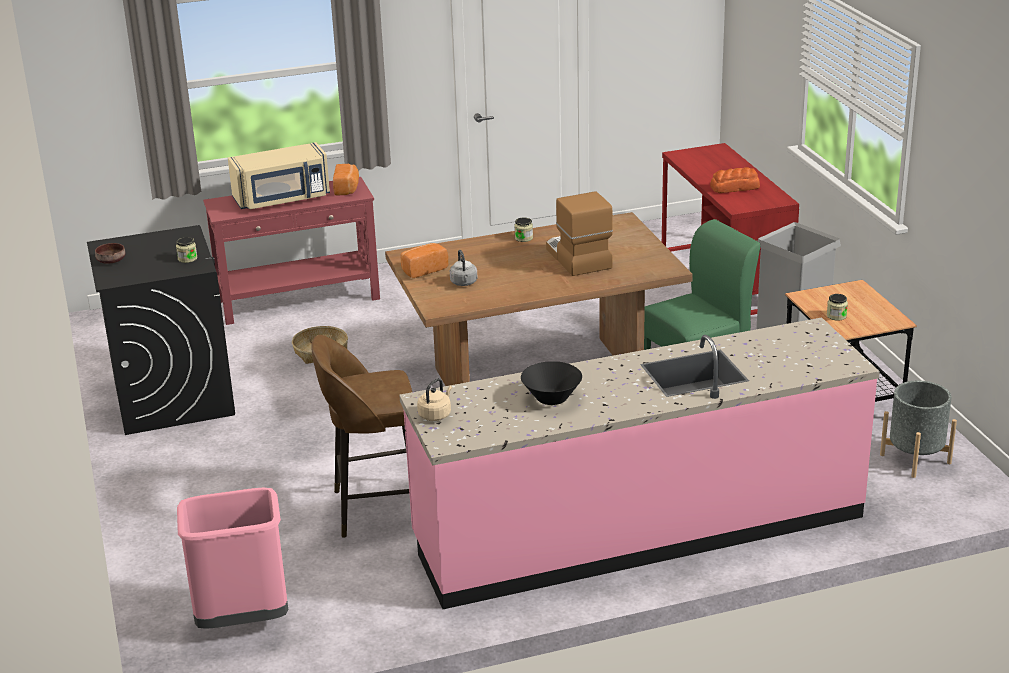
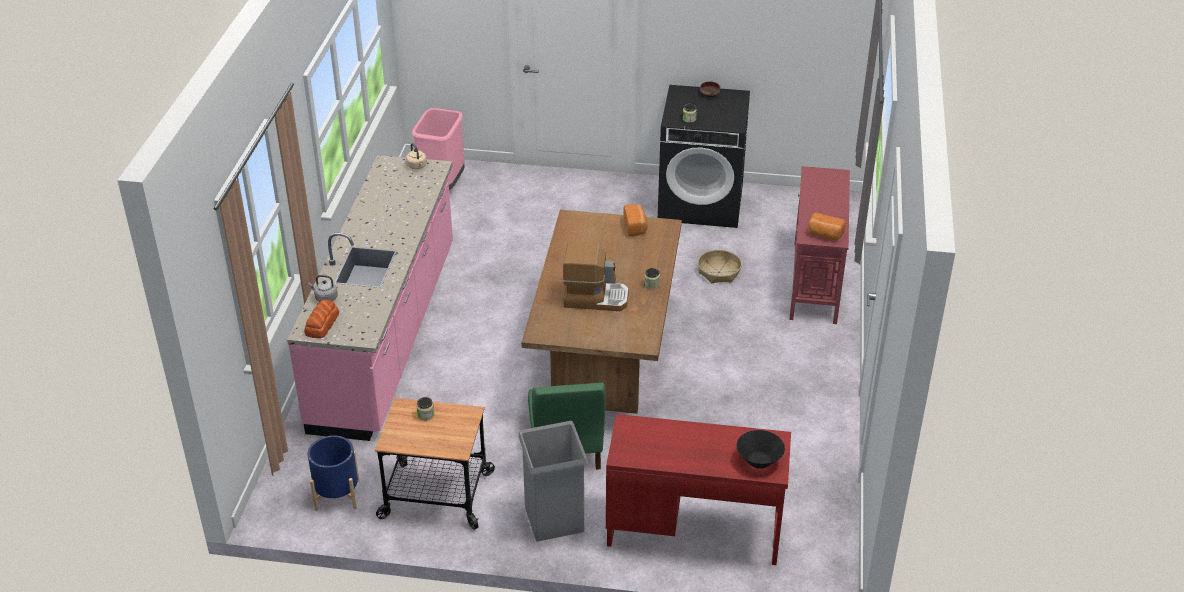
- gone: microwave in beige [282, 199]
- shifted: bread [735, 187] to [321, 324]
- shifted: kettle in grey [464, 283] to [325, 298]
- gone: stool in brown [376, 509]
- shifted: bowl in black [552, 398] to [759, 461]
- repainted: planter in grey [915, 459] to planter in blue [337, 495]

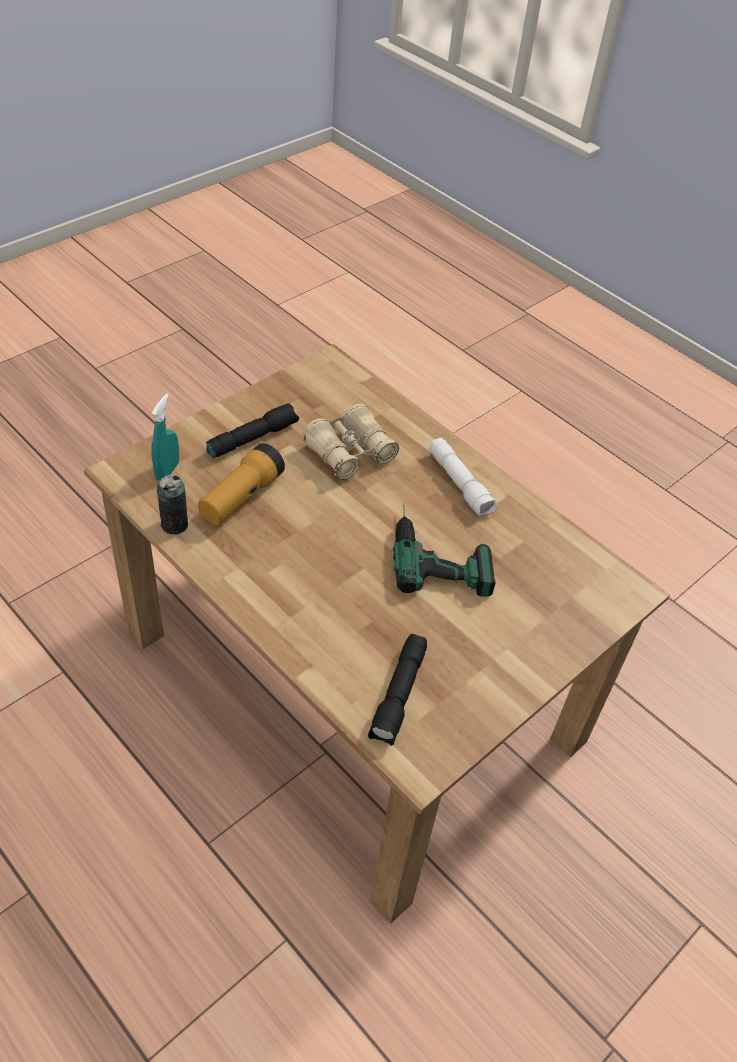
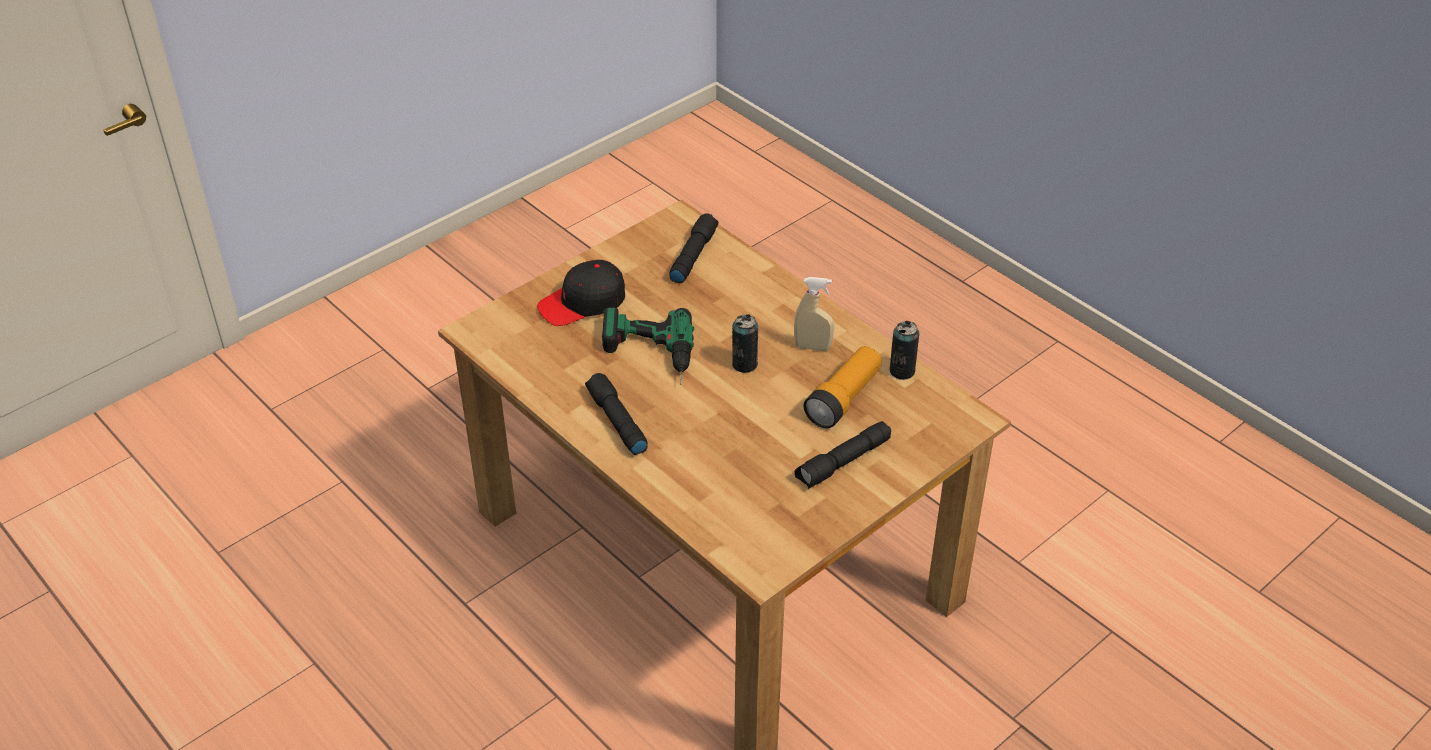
- gone: spray bottle in turquoise [167, 471]
- gone: binoculars in beige [349, 453]
- repainted: flashlight in white [461, 484] to flashlight in black [616, 421]
- new: cap in black [583, 303]
- new: spray bottle in beige [812, 347]
- new: can [744, 364]

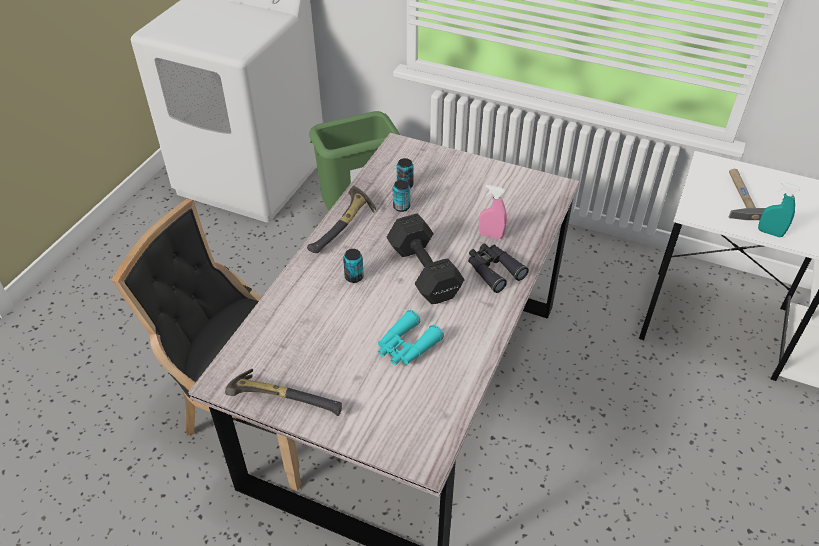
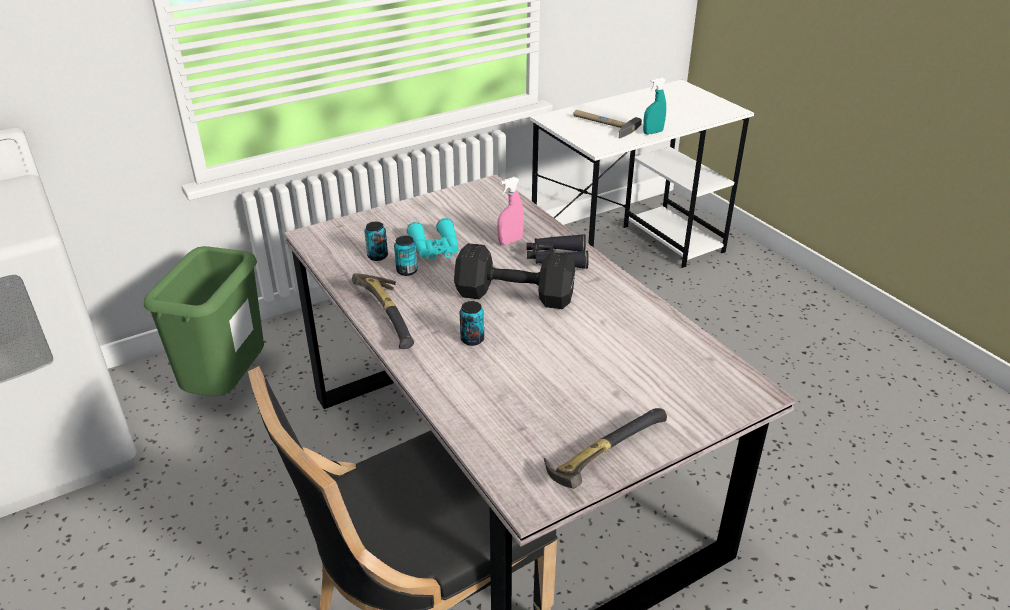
- shifted: binoculars in turquoise [406, 346] to [435, 249]

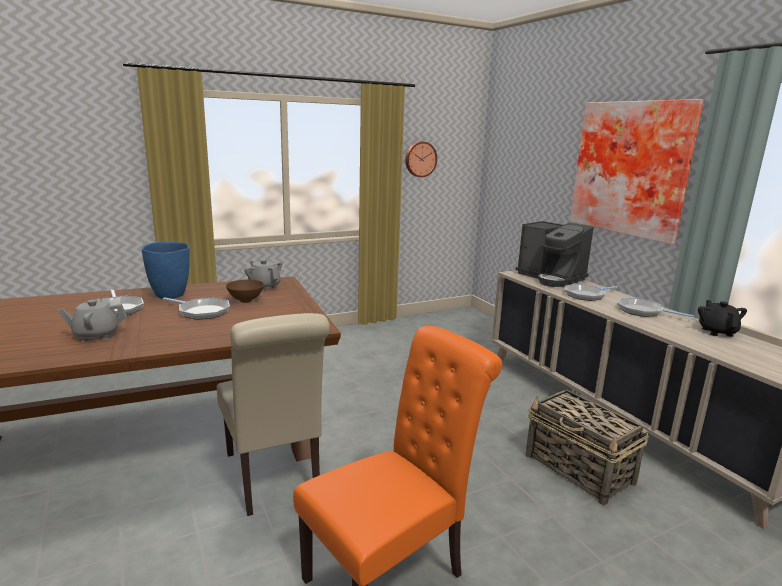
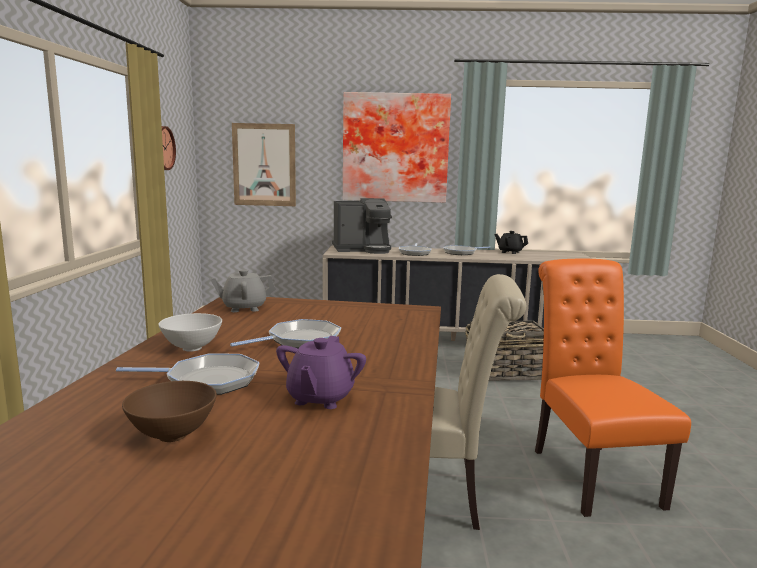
- swapped: vase in blue [170, 295] to bowl in white [192, 348]
- shifted: bowl in brown [245, 300] to [171, 436]
- repainted: teapot in grey [96, 335] to teapot in purple [320, 398]
- new: picture [264, 165]

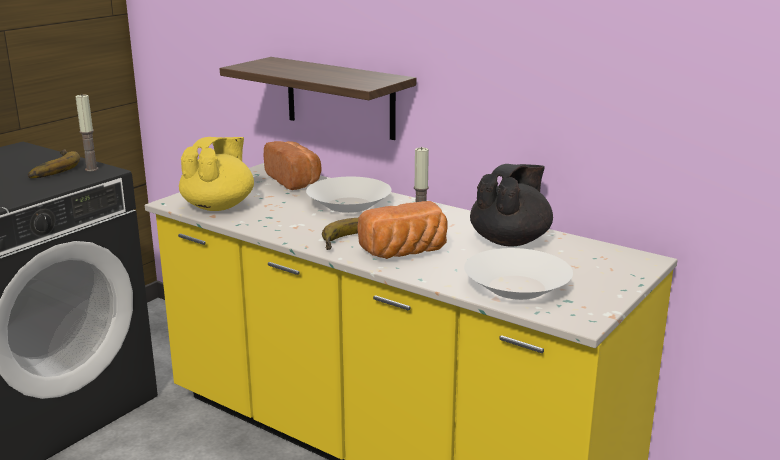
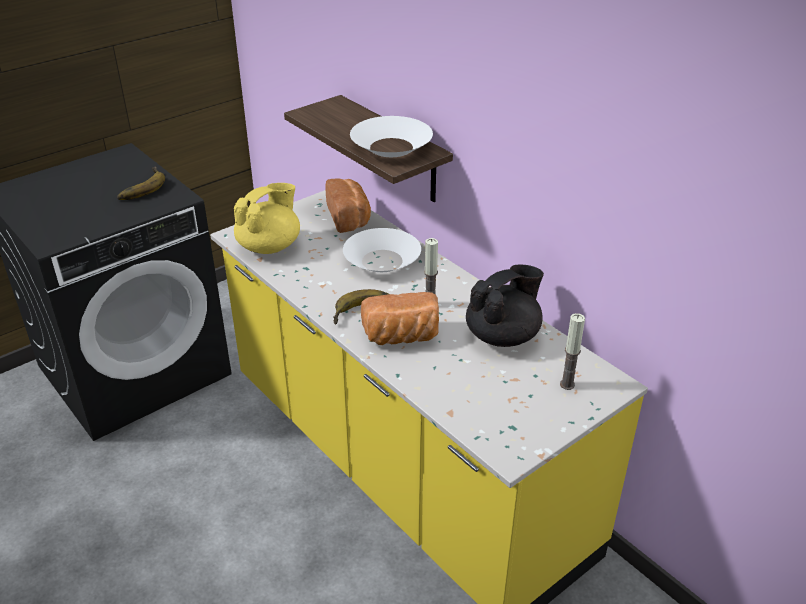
- shifted: candle [91, 169] to [567, 384]
- shifted: bowl in white [517, 287] to [391, 147]

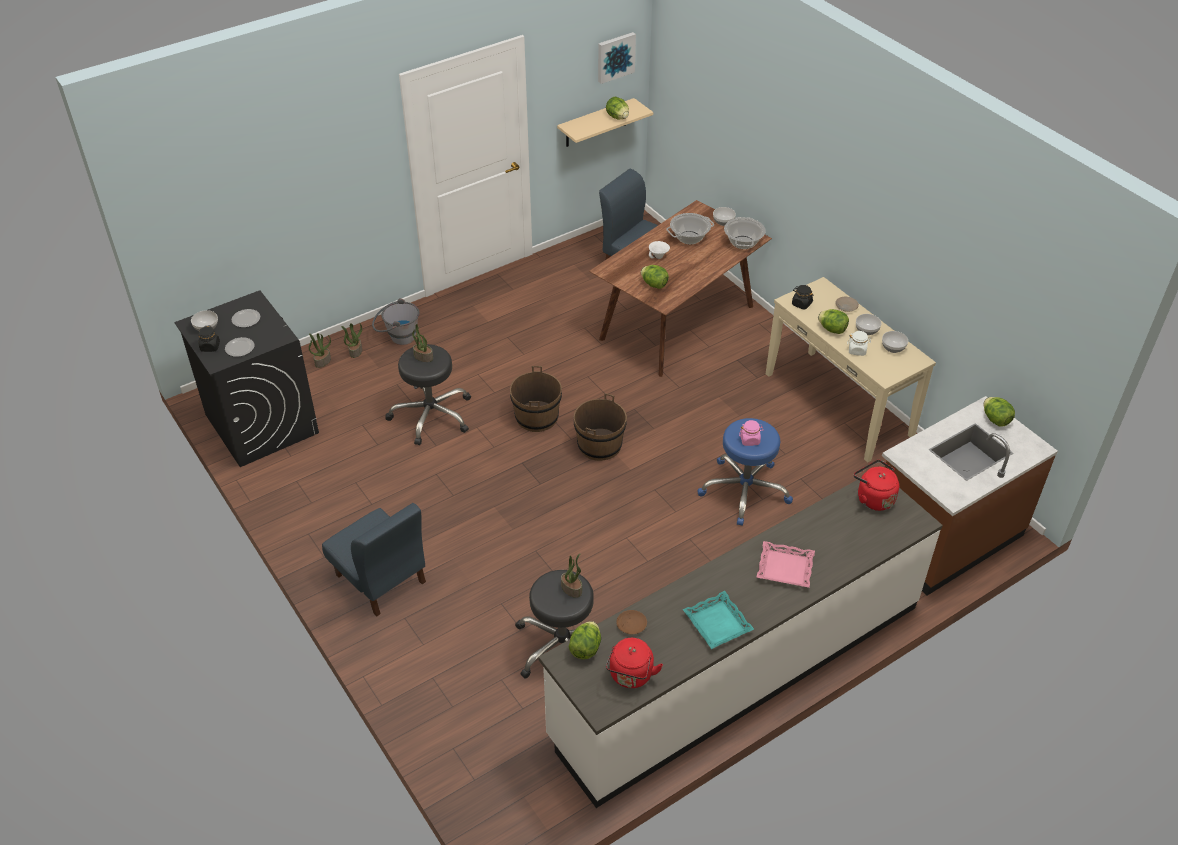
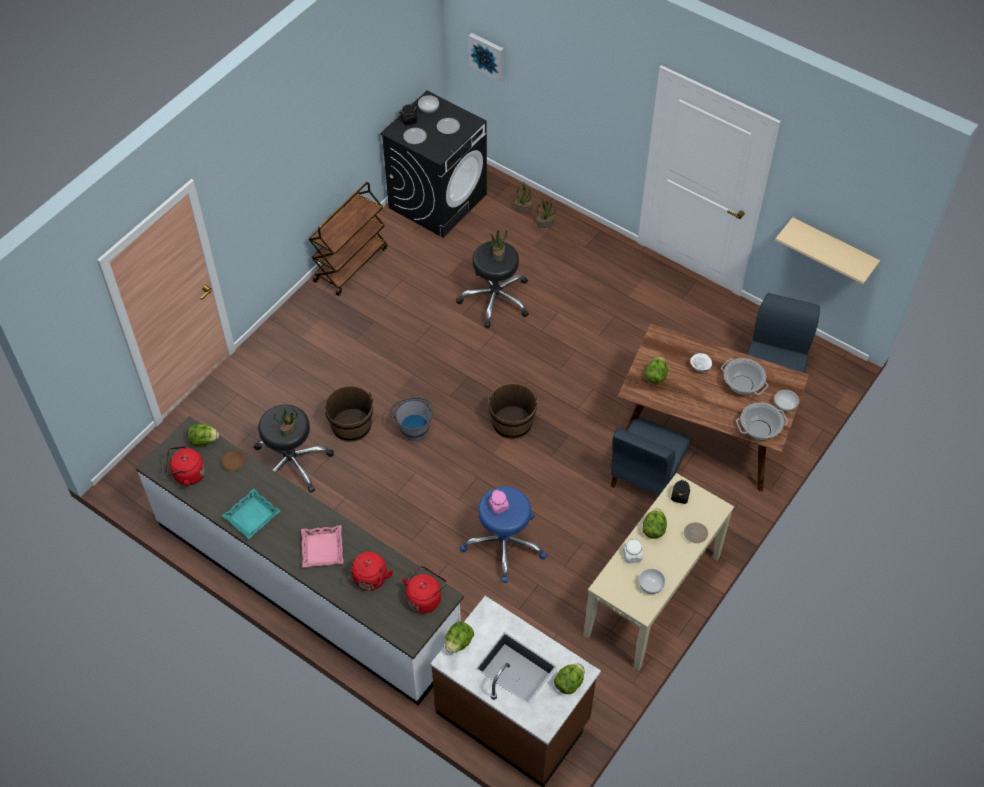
- shifted: picture [615, 57] to [487, 55]
- shifted: lettuce [617, 117] to [459, 642]
- shifted: bucket in grey [397, 337] to [412, 427]
- gone: bowl [866, 330]
- shifted: bucket in brown [536, 417] to [351, 425]
- shifted: chair in blue [381, 579] to [645, 474]
- new: cart in brown [350, 264]
- new: kettle in red [370, 580]

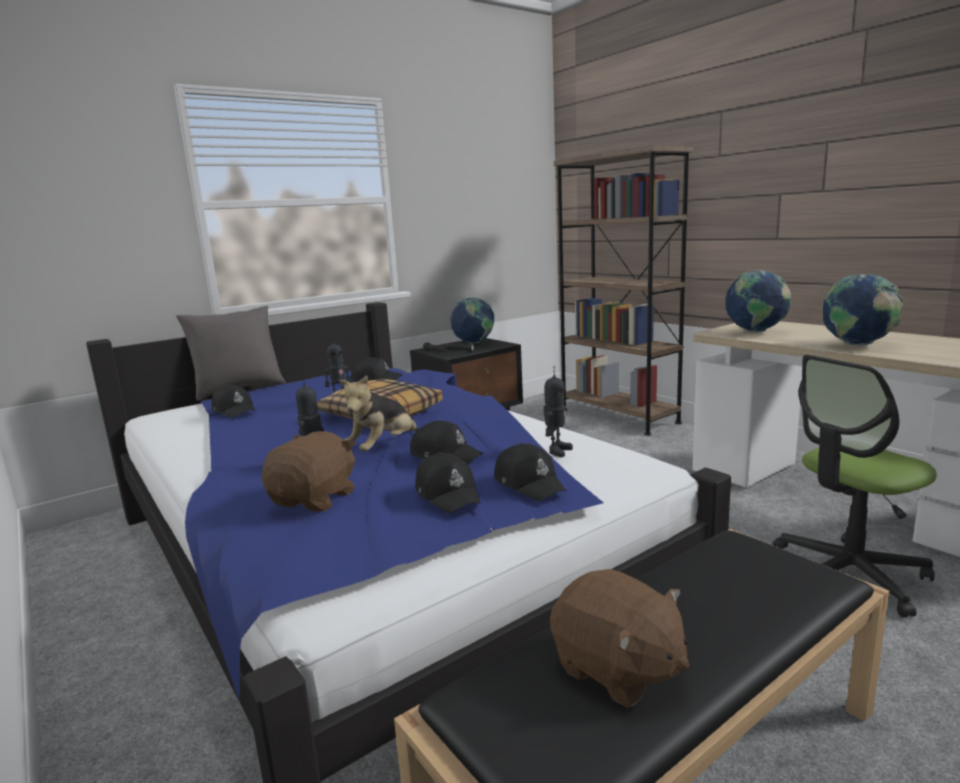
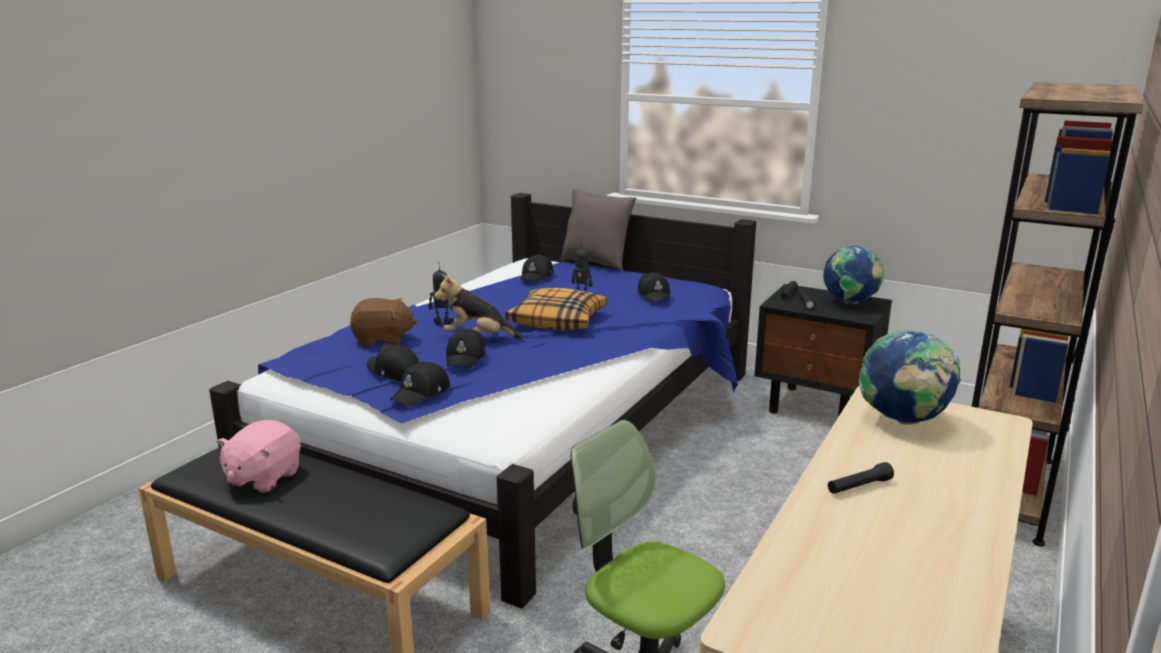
- swapped: globe [857, 345] to flashlight in black [859, 486]
- gone: toy robot [557, 451]
- rotated: cap in black [448, 494] = [394, 372] 90 degrees clockwise
- repainted: plush toy in brown [617, 669] to plush toy in pink [263, 477]

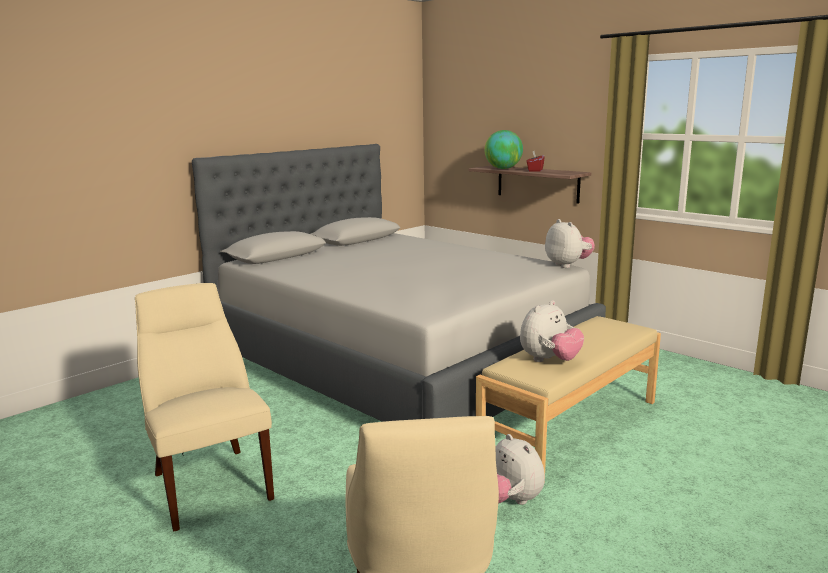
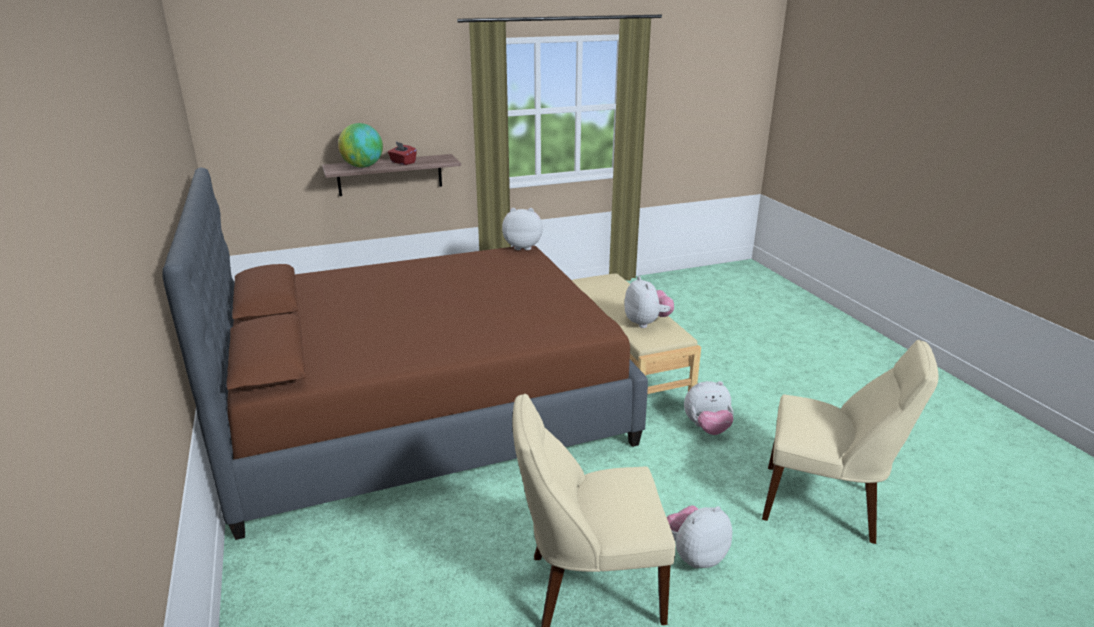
- repainted: bed in grey [399, 362] to bed in brown [424, 408]
- new: plush toy [694, 555]

